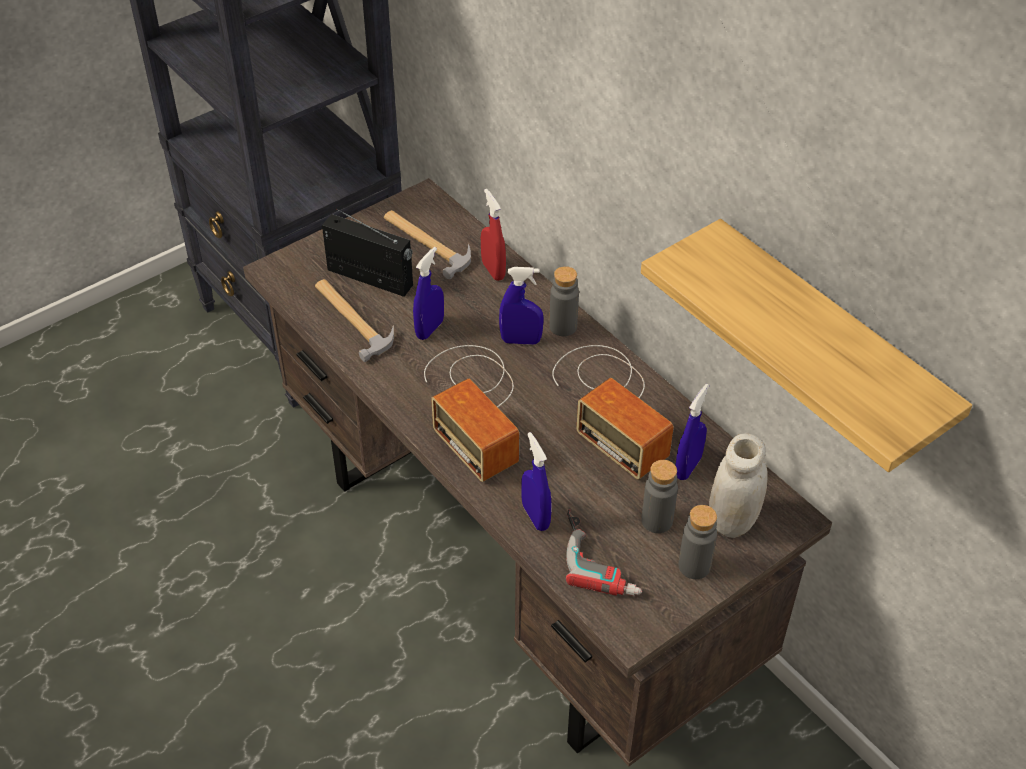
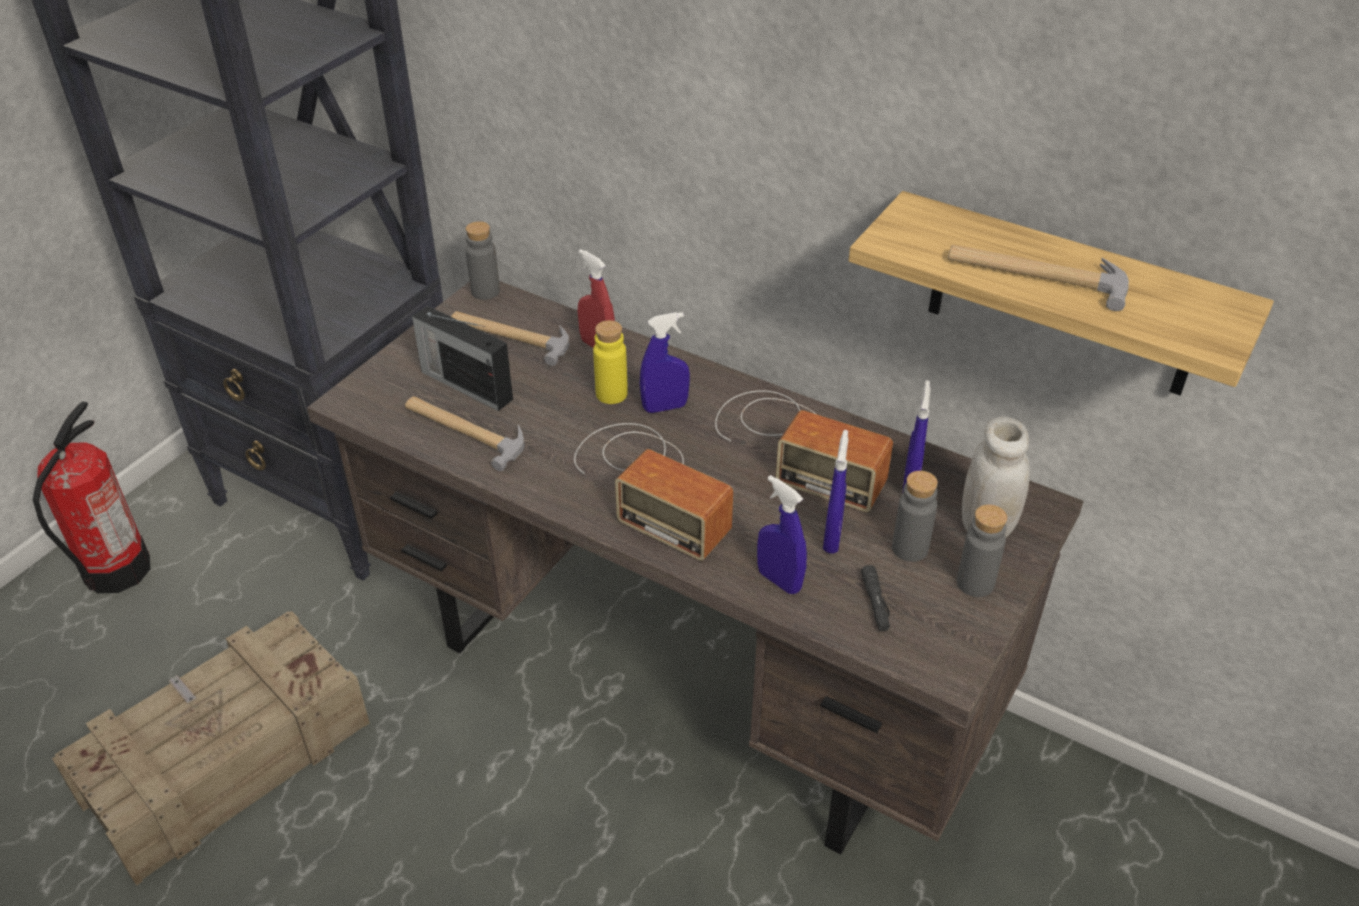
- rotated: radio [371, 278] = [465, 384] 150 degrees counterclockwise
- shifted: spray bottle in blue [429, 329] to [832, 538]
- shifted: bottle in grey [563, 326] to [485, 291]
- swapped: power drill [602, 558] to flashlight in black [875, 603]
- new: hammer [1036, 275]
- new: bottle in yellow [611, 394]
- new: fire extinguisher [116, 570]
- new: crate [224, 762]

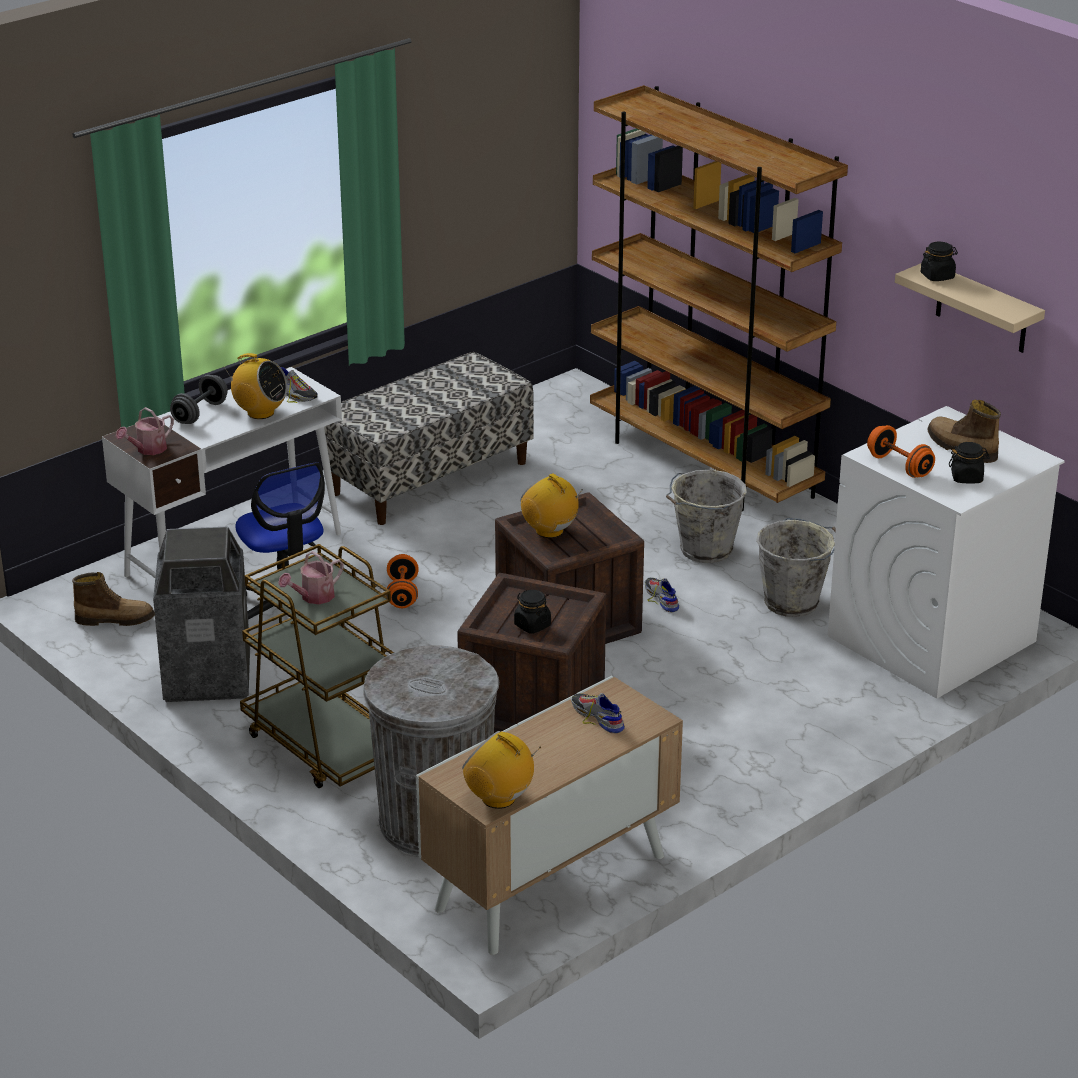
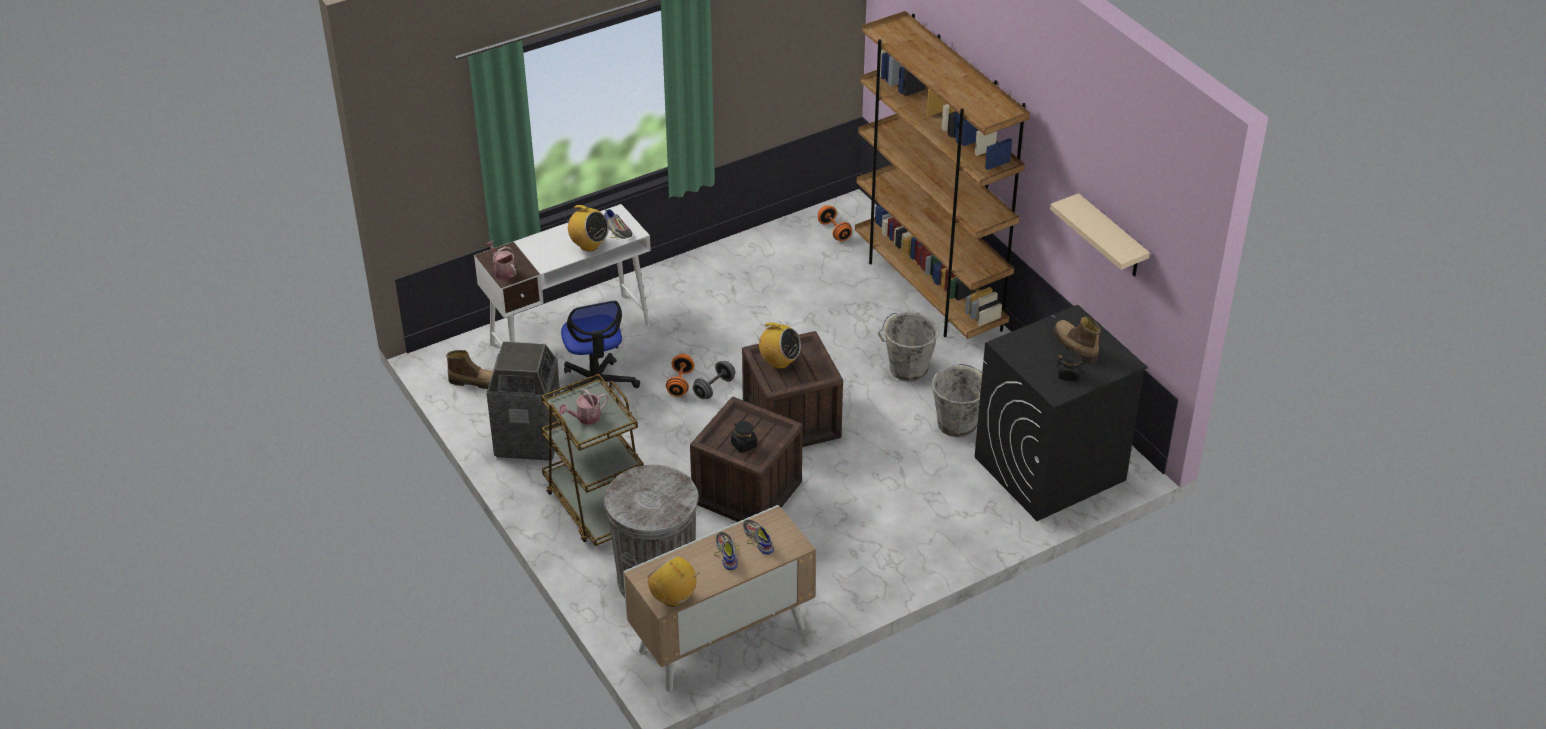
- gone: jar in black [937, 276]
- gone: bench [429, 478]
- shifted: dumbbell in grey [200, 413] to [714, 388]
- repainted: washing machine in white [931, 639] to washing machine in black [1049, 469]
- rotated: watering can [148, 449] = [503, 271] 90 degrees clockwise
- shifted: dumbbell in orange [899, 466] to [834, 231]
- rotated: radio [550, 531] = [779, 362] 150 degrees clockwise
- shifted: shoe [661, 598] to [726, 553]

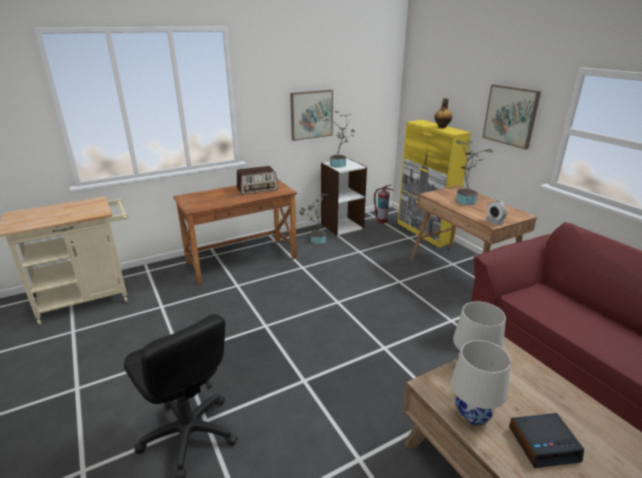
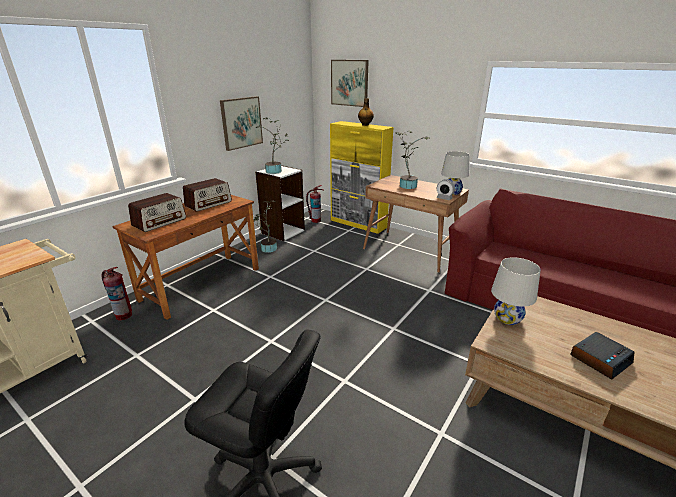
- shifted: picture [510, 116] to [349, 83]
- shifted: table lamp in white [472, 414] to [452, 192]
- new: radio [160, 222]
- new: fire extinguisher [124, 315]

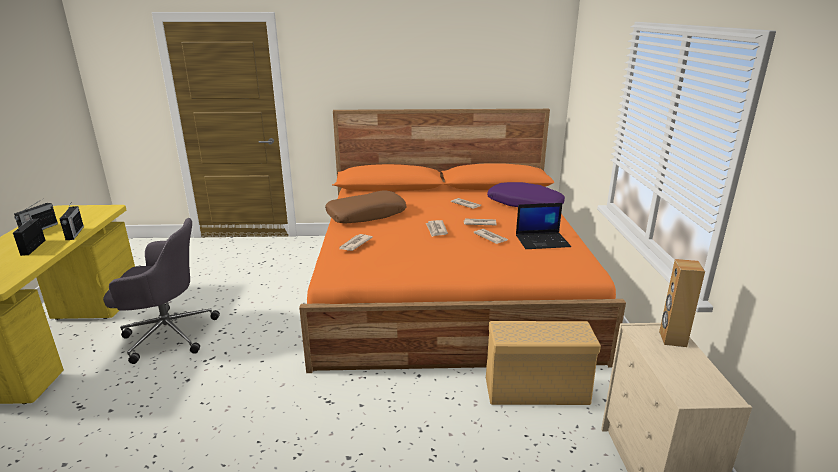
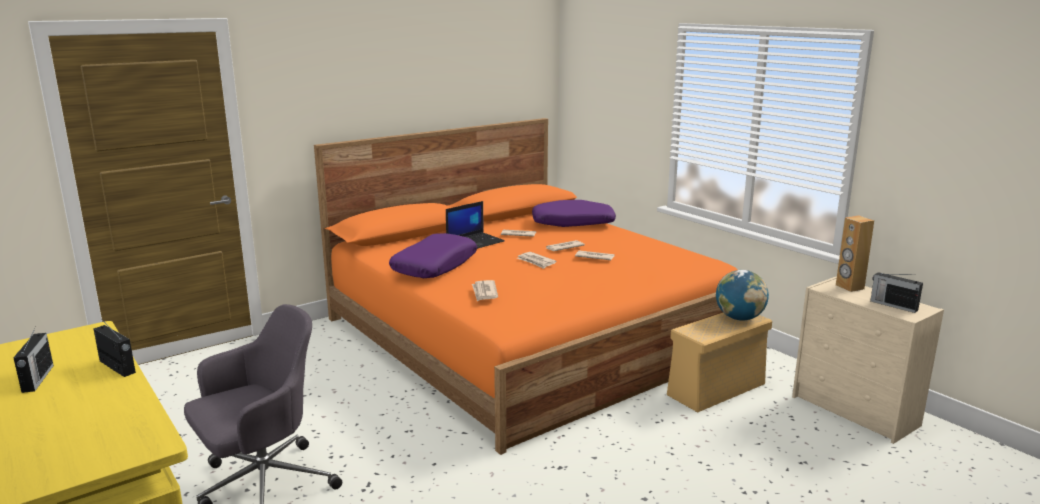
- repainted: pillow in brown [366, 215] to pillow in purple [434, 266]
- shifted: laptop [542, 241] to [475, 242]
- shifted: radio [33, 247] to [893, 305]
- new: globe [739, 318]

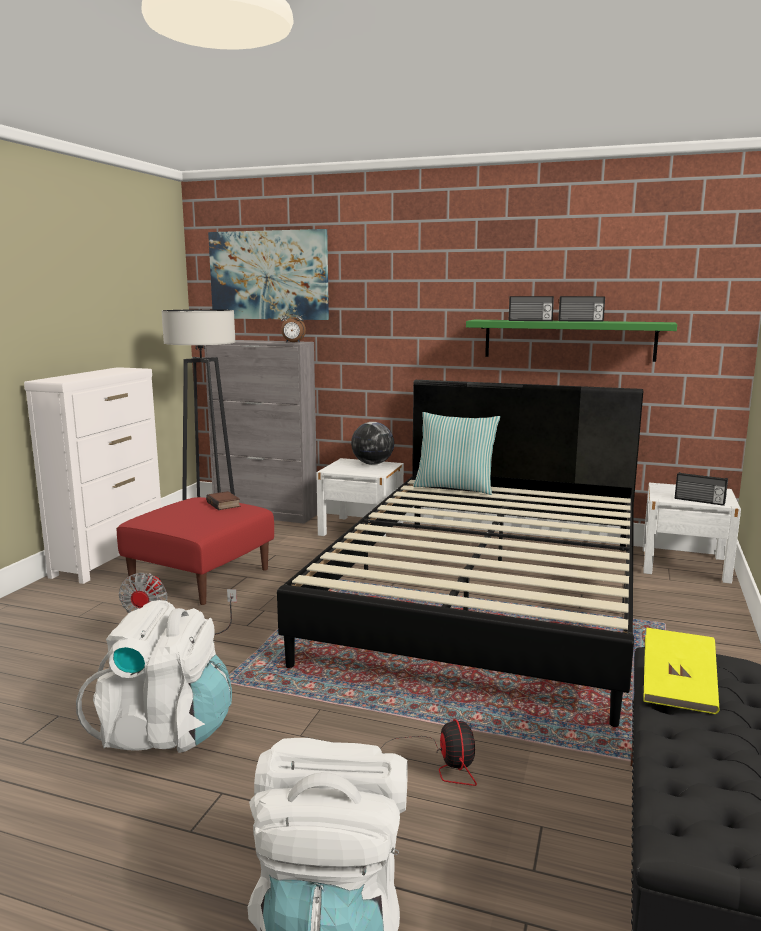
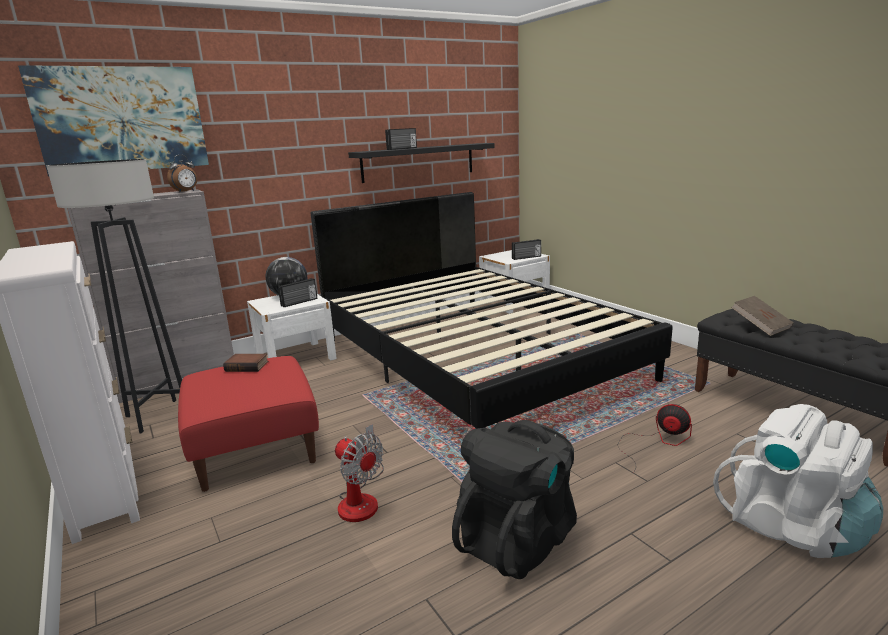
- shifted: radio [580, 321] to [299, 302]
- repainted: shelf in green [568, 340] to shelf in black [418, 162]
- gone: pillow [455, 488]
- repainted: backpack in white [164, 731] to backpack in black [518, 539]
- repainted: book in yellow [678, 689] to book in brown [760, 327]

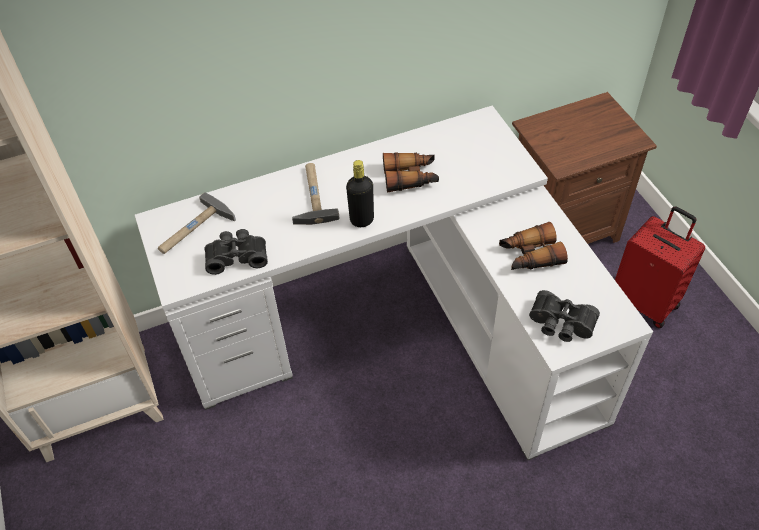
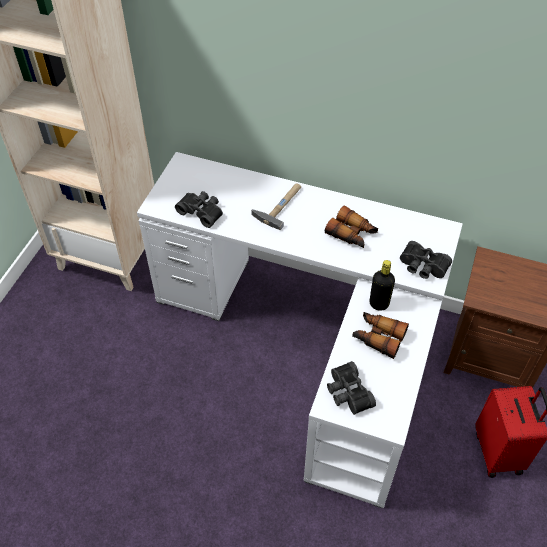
- shifted: bottle in black [362, 220] to [379, 304]
- gone: hammer [194, 230]
- new: binoculars in black [422, 267]

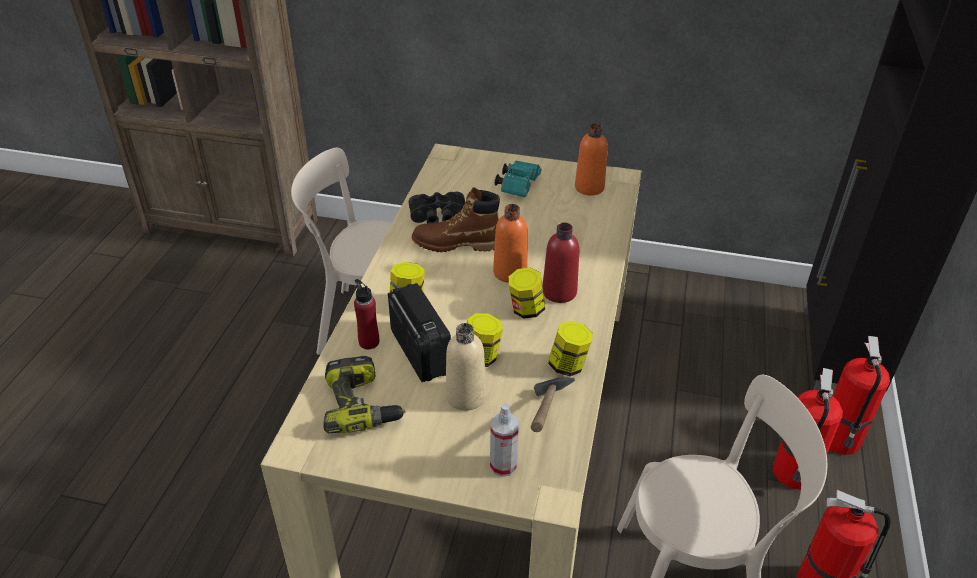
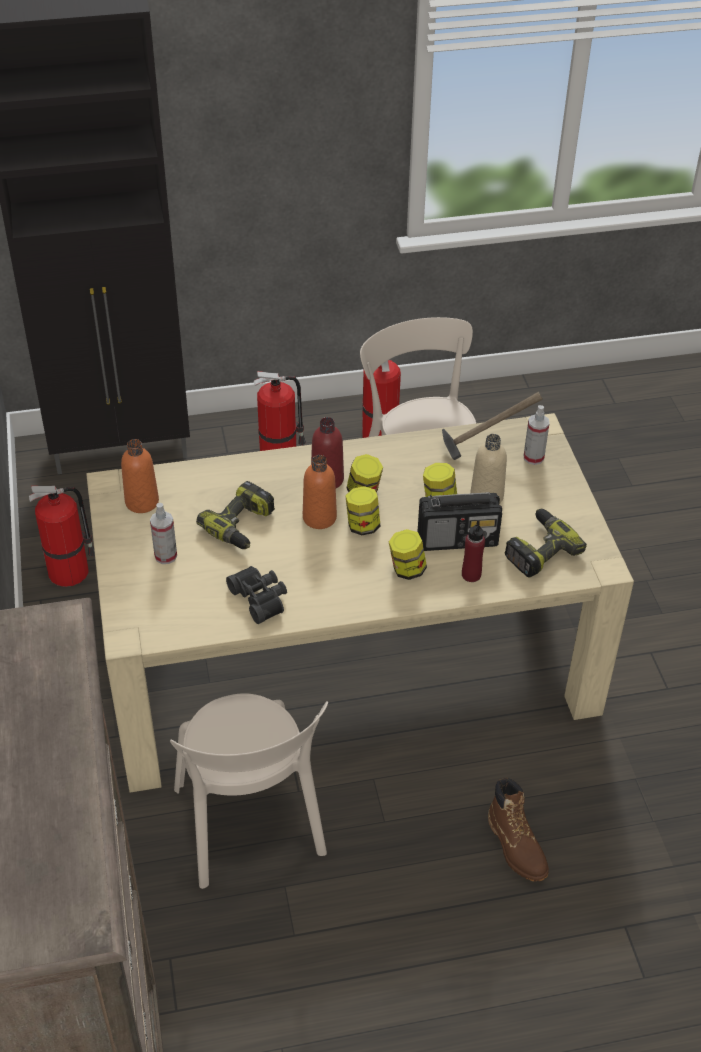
- swapped: binoculars in turquoise [518, 185] to spray bottle [166, 556]
- shifted: boot in brown [456, 244] to [516, 846]
- rotated: radio [420, 351] = [458, 539] 135 degrees counterclockwise
- shifted: jar [568, 365] to [362, 526]
- shifted: fire extinguisher [840, 440] to [70, 571]
- new: power drill [242, 526]

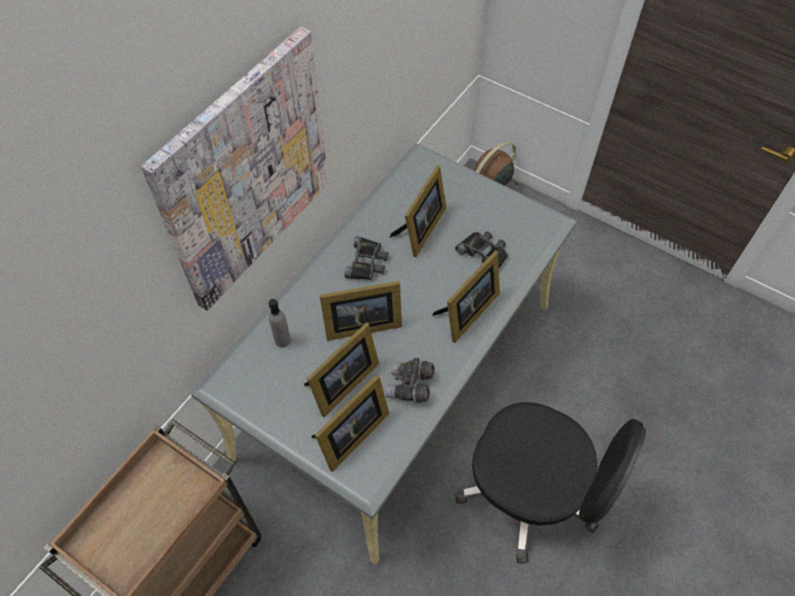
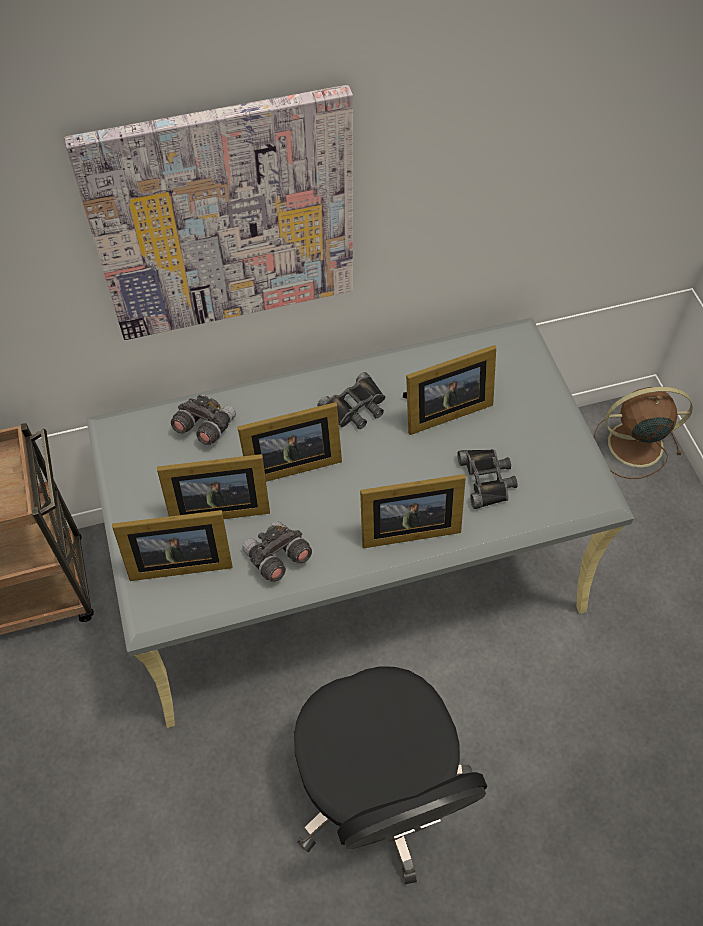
- rotated: picture frame [360, 324] = [289, 463] 45 degrees counterclockwise
- swapped: bottle in grey [282, 340] to binoculars in grey [205, 427]

